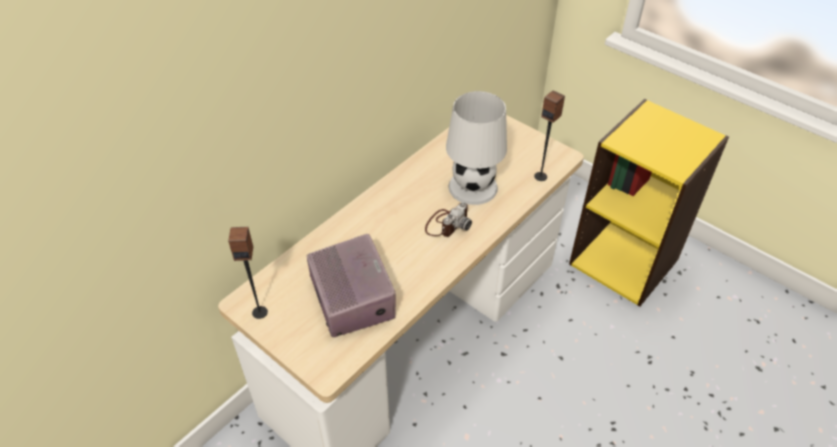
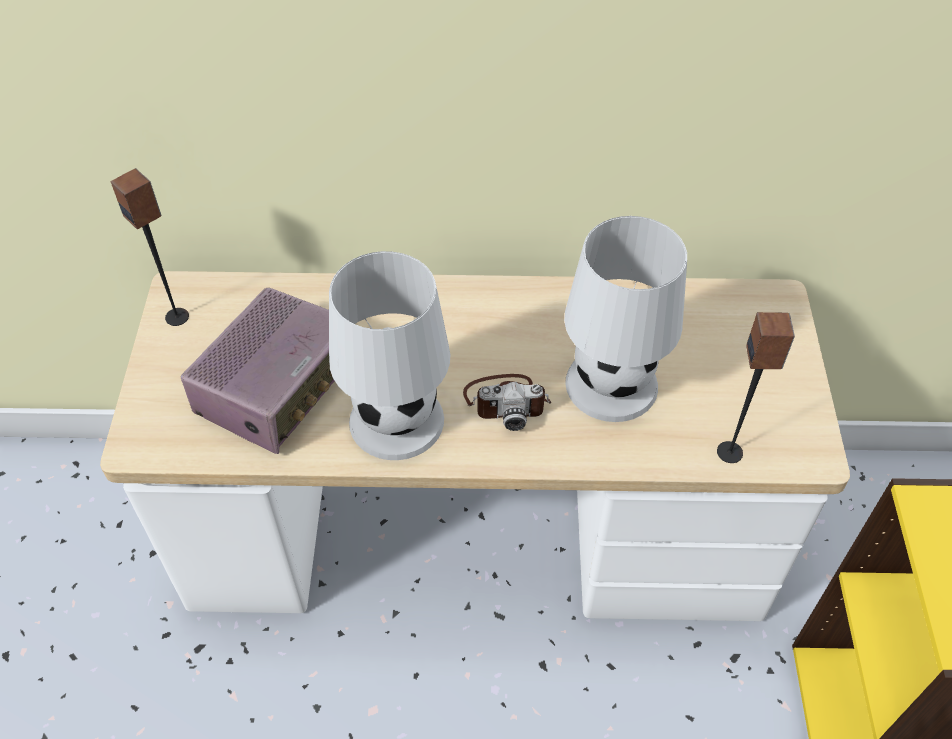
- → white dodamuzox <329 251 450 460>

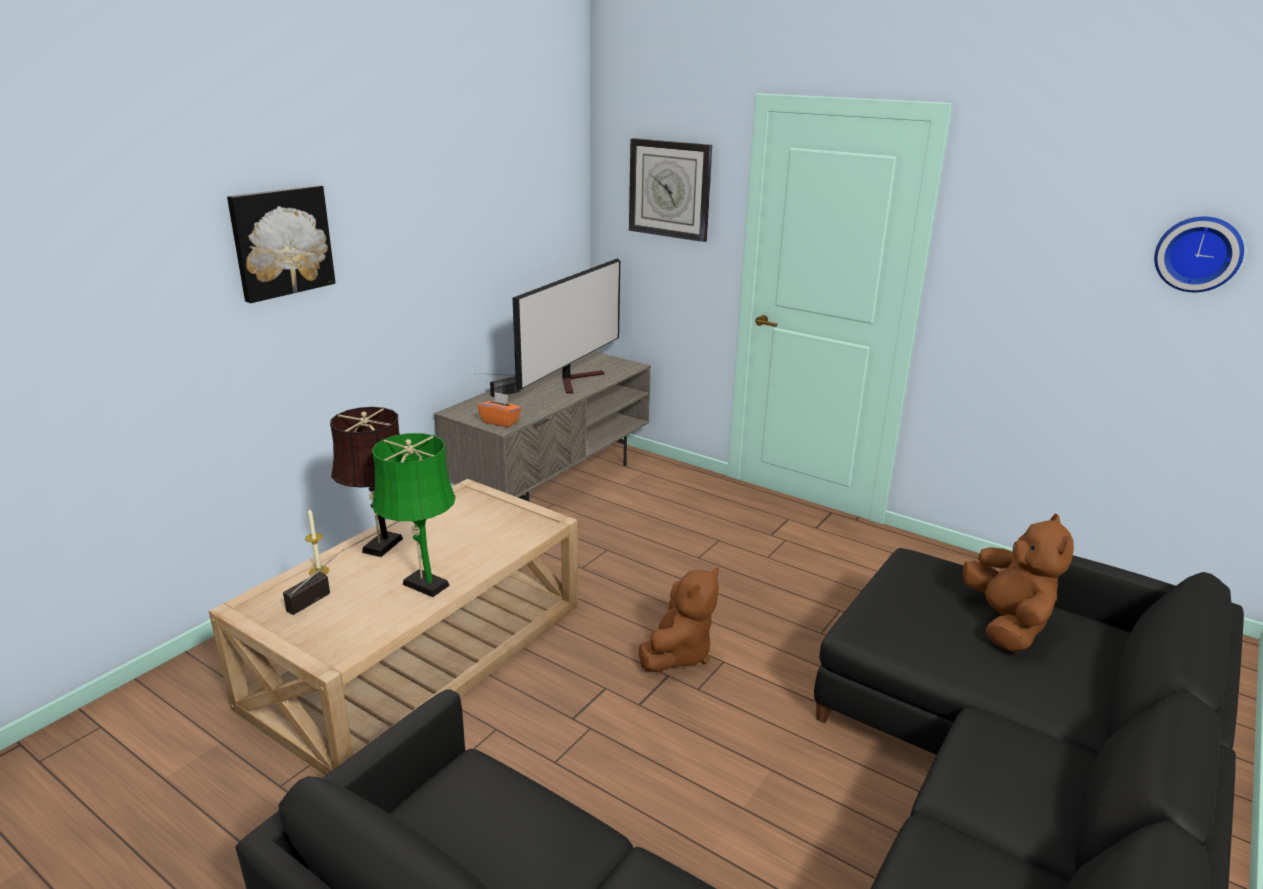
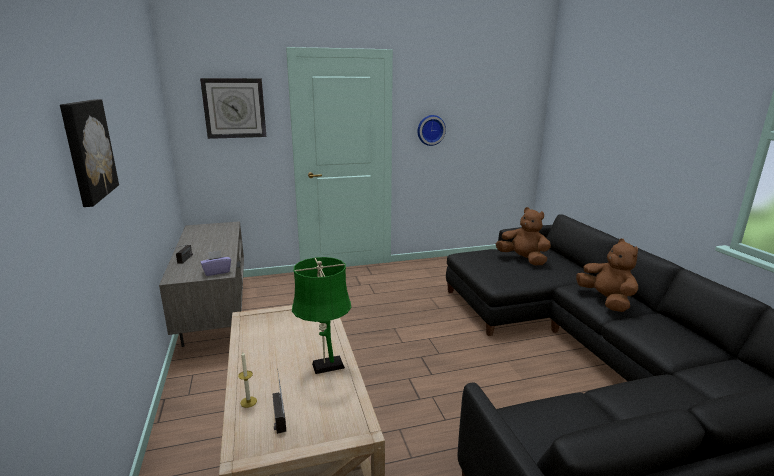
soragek <1154 216 1244 292> → soragek <418 115 446 146>, shifted
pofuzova <513 258 620 394> → -
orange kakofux <477 392 522 427> → purple kakofux <201 250 231 276>
brown dodamuzox <330 407 403 557> → -
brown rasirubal <639 567 719 672> → brown rasirubal <576 239 638 312>, shifted

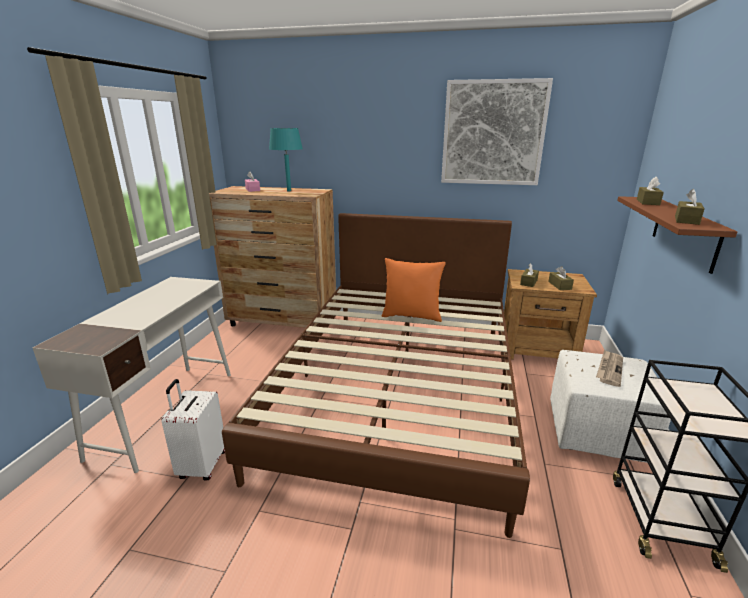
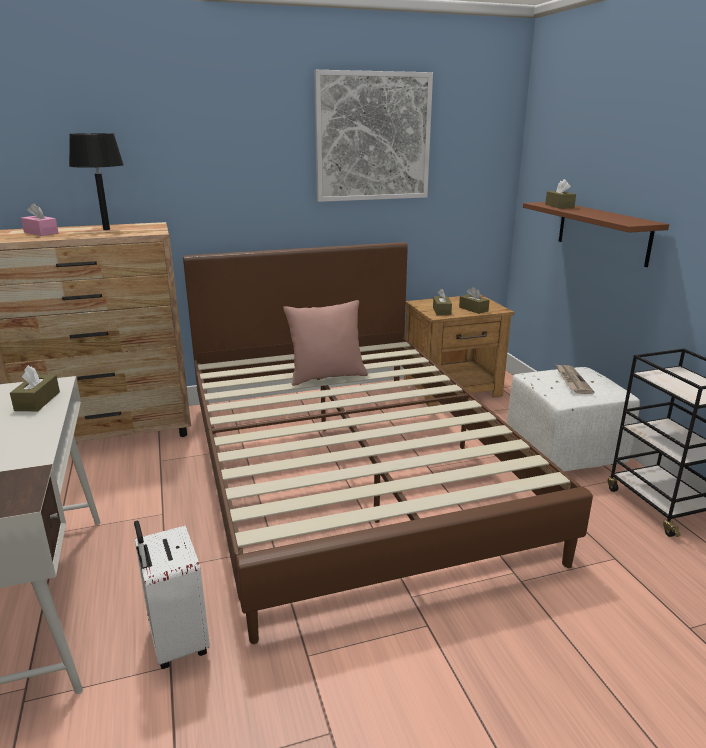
turquoise dodamuzox <269 128 303 191> → black dodamuzox <69 133 124 230>
brown kakofux <675 189 705 225> → brown kakofux <10 365 60 411>, shifted
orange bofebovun <382 258 446 322> → pink bofebovun <283 300 368 386>

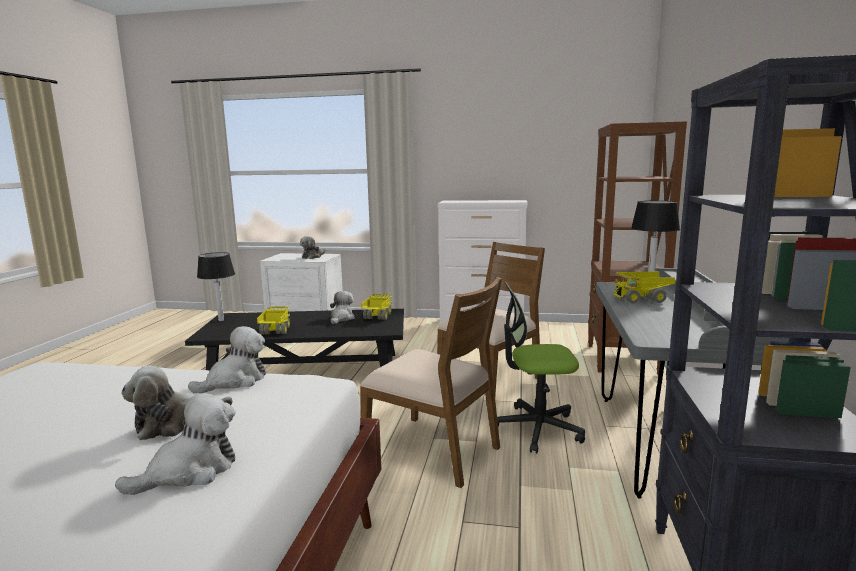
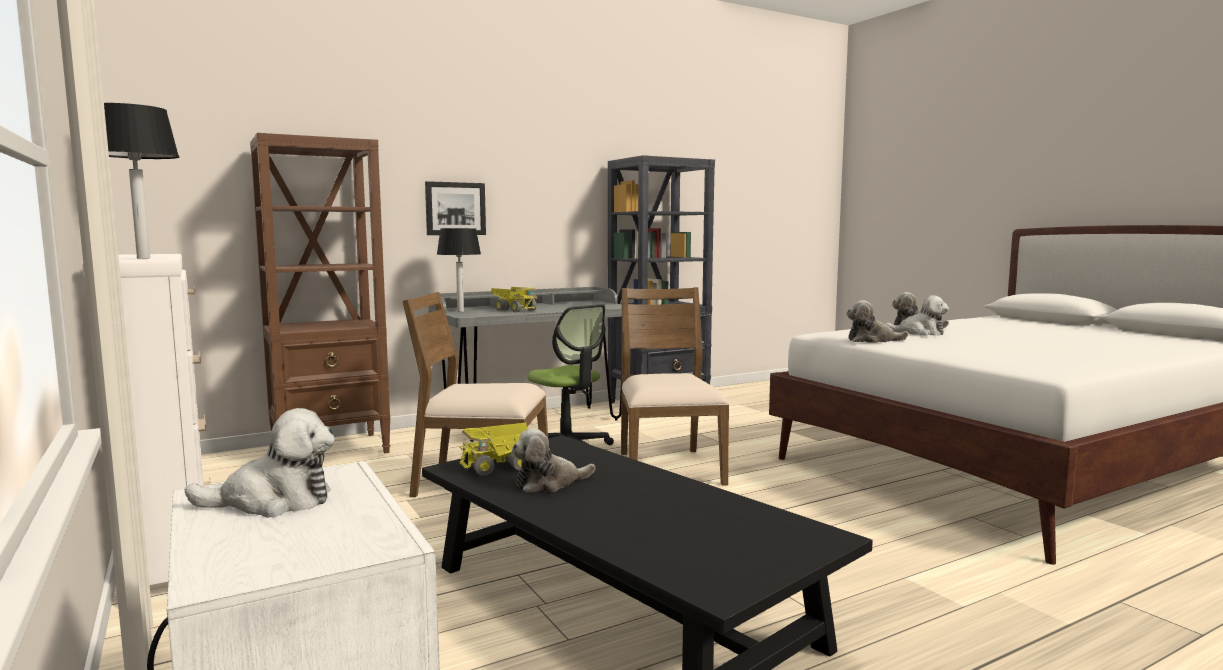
dodamuzox <197 252 235 321> → dodamuzox <104 103 179 259>, shifted
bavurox <257 306 290 334> → -
- → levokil <425 181 486 235>

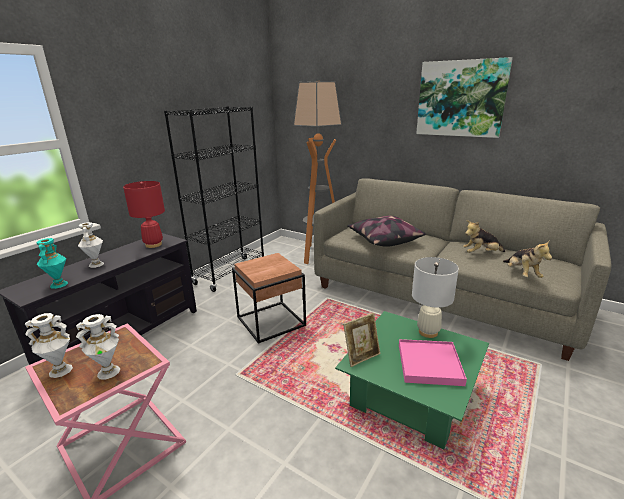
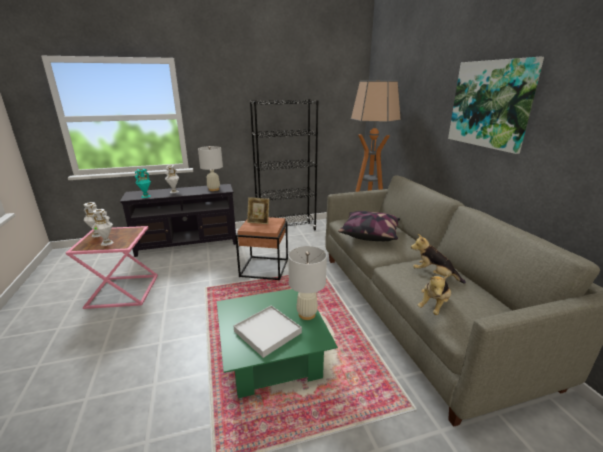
red dodamuzox <123 181 165 248> → white dodamuzox <198 146 223 191>
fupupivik <343 313 380 367> → fupupivik <247 197 269 224>, shifted
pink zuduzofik <399 339 467 386> → white zuduzofik <233 305 302 358>

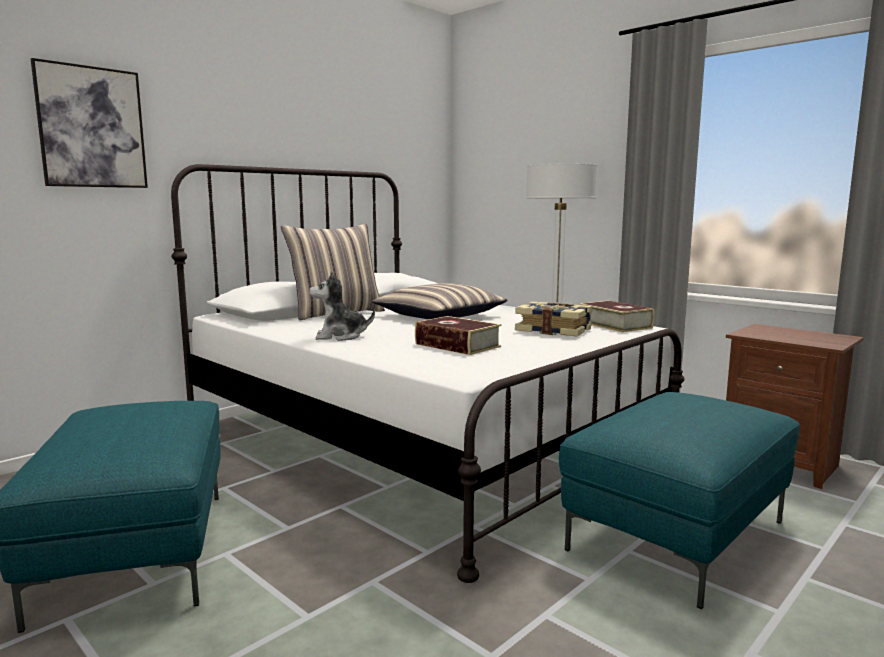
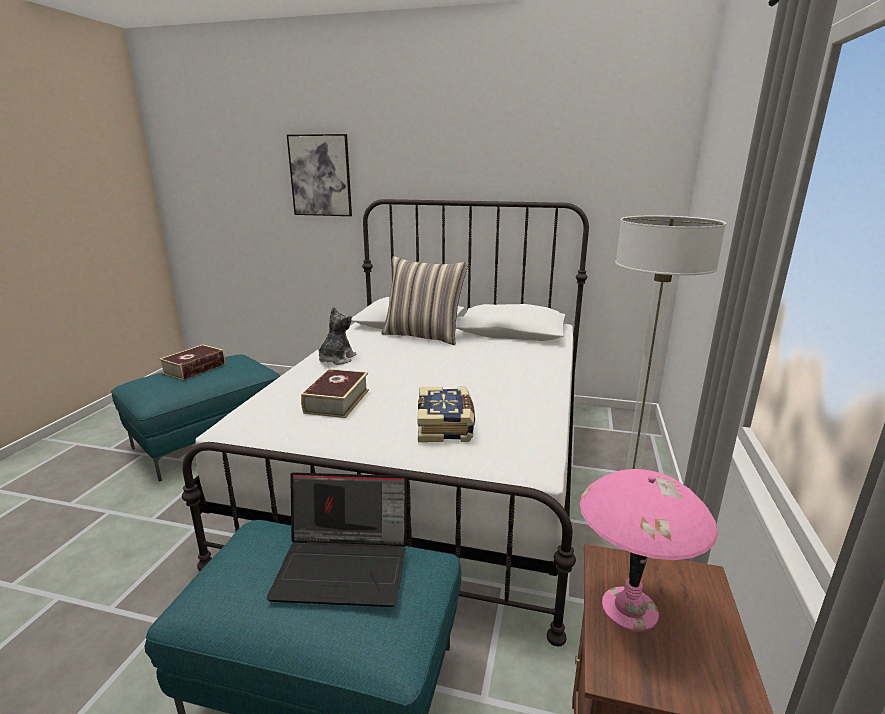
rasirubal <309 271 375 341> → rasirubal <318 307 357 365>, 60 degrees clockwise
bofebovun <372 283 508 319> → -
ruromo <579 301 654 332> → ruromo <159 345 226 380>, shifted
- → pink dodamuzox <580 469 718 632>
- → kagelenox <266 473 407 607>

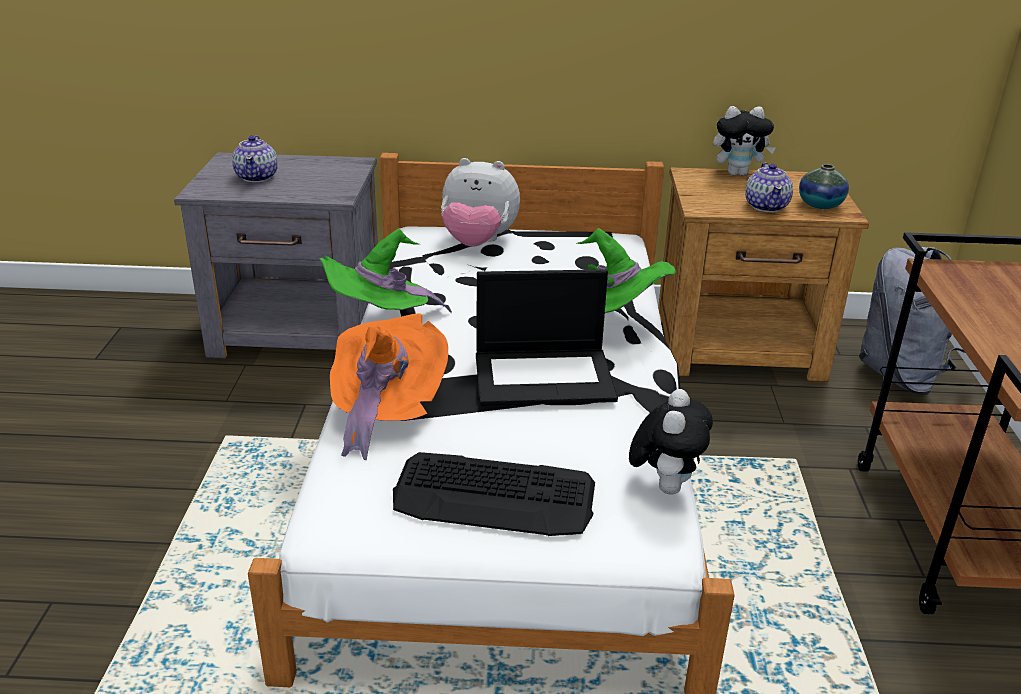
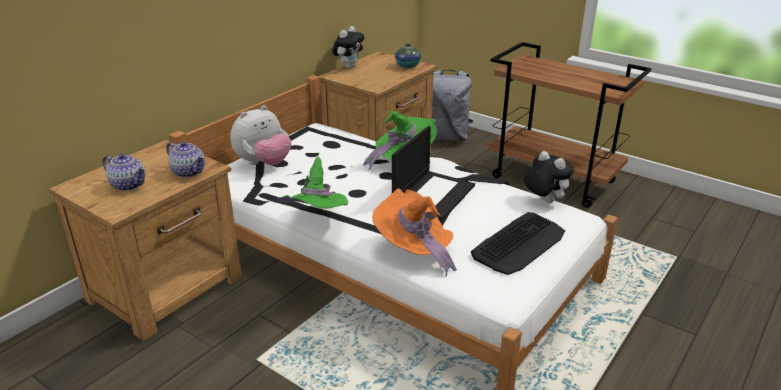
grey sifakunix <174 152 378 358> → brown sifakunix <49 140 242 341>
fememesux <745 163 793 212> → fememesux <166 141 205 178>, shifted

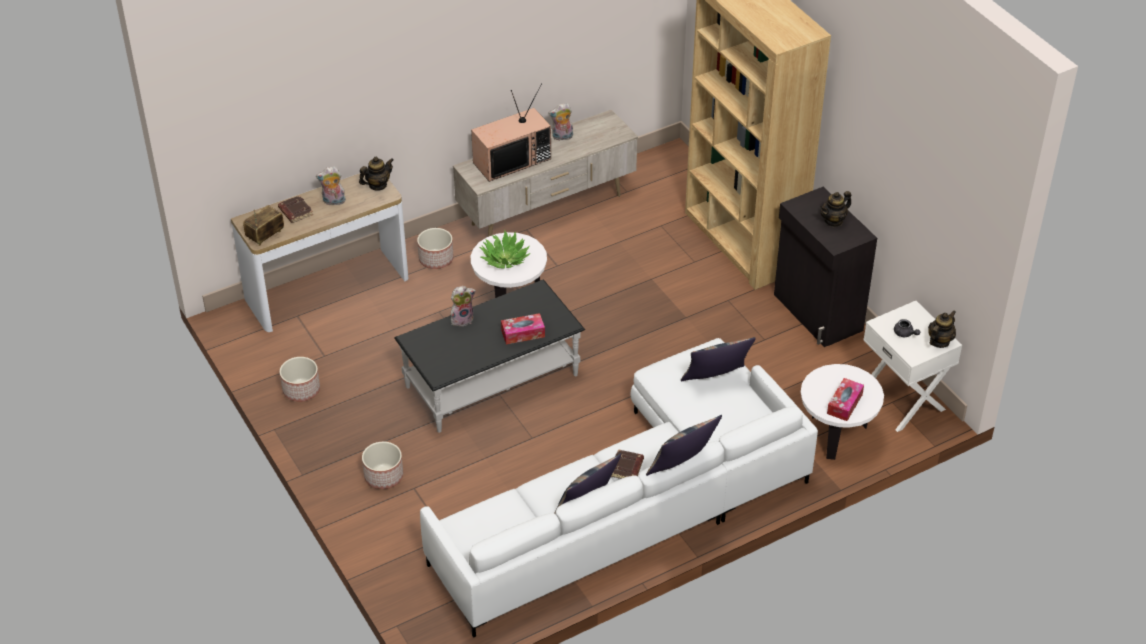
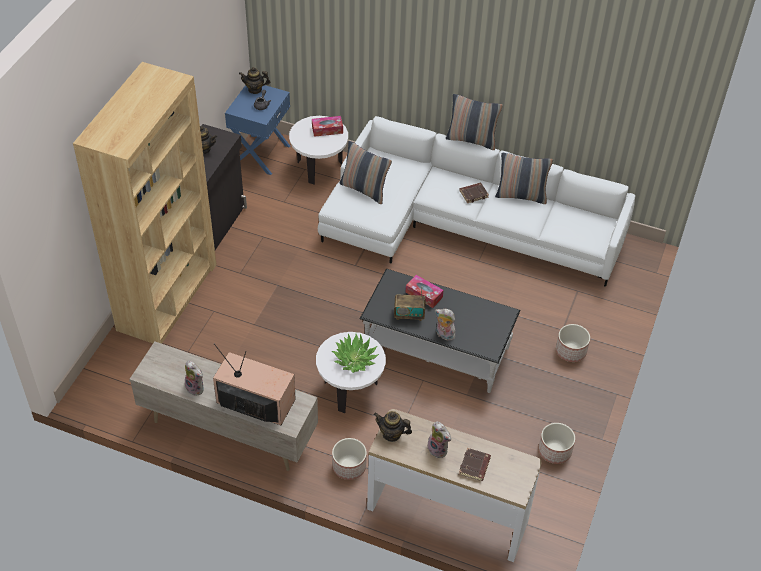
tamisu <243 205 284 246> → tamisu <394 289 426 321>, shifted
white sifakunix <863 301 962 432> → blue sifakunix <225 85 290 175>

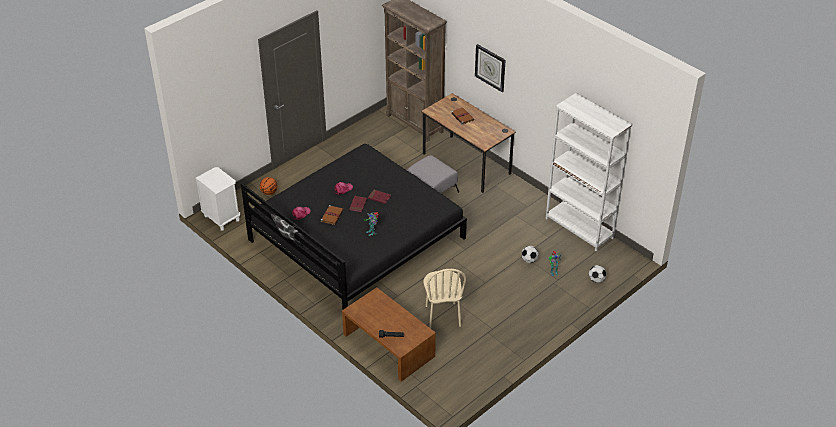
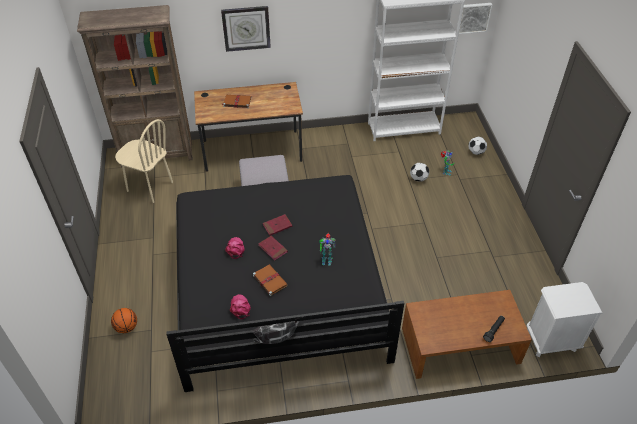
white sifakunix <195 167 240 230> → white sifakunix <526 282 603 357>, shifted
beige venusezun <424 269 466 329> → beige venusezun <115 119 173 203>, shifted
- → levokil <459 3 493 34>

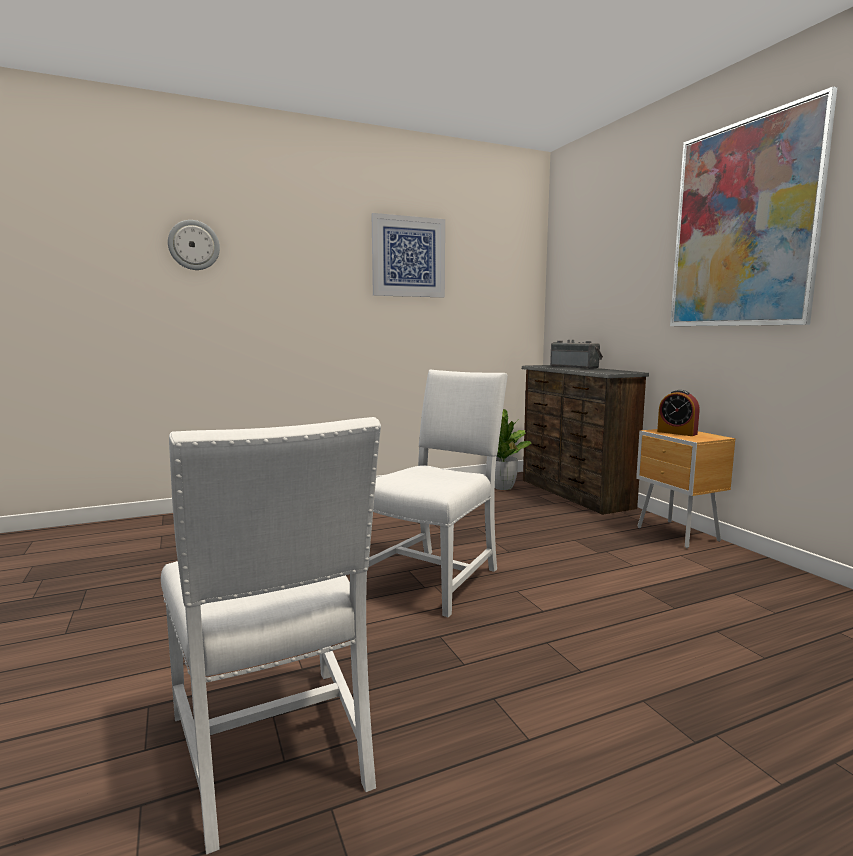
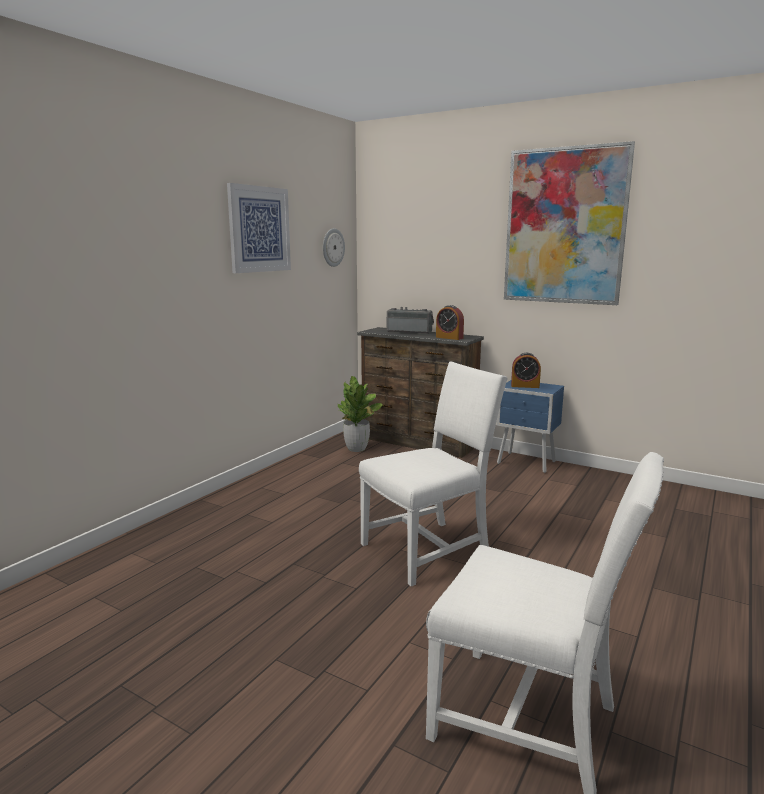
soragek <168 220 220 270> → soragek <323 228 345 267>, shifted
white venusezun <369 370 508 617> → white venusezun <359 361 508 586>, 60 degrees clockwise
brown sifakunix <636 429 736 549> → blue sifakunix <496 380 564 473>
- → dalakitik <436 305 464 340>

